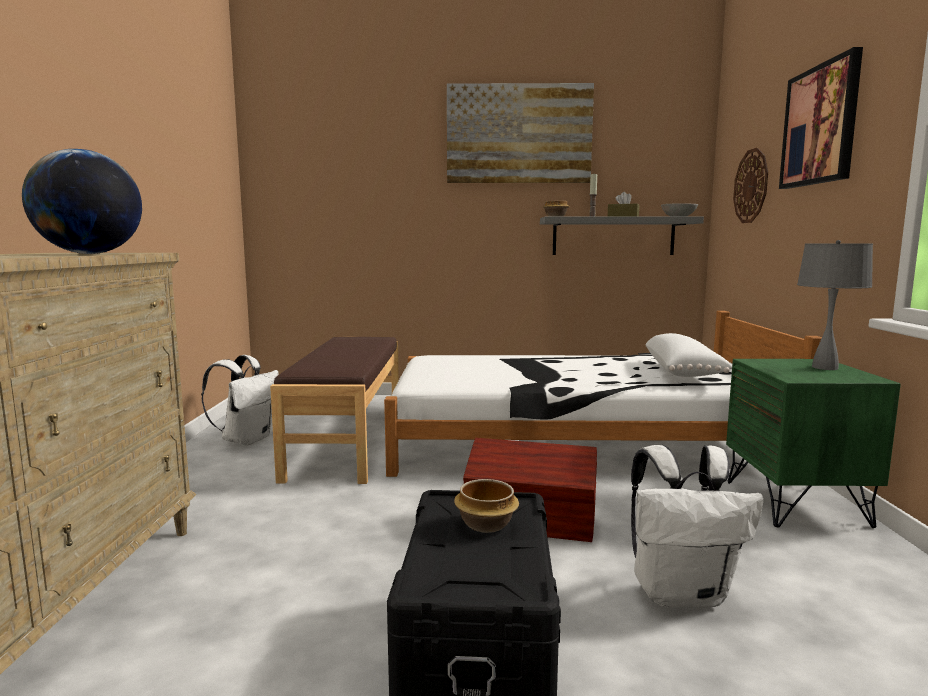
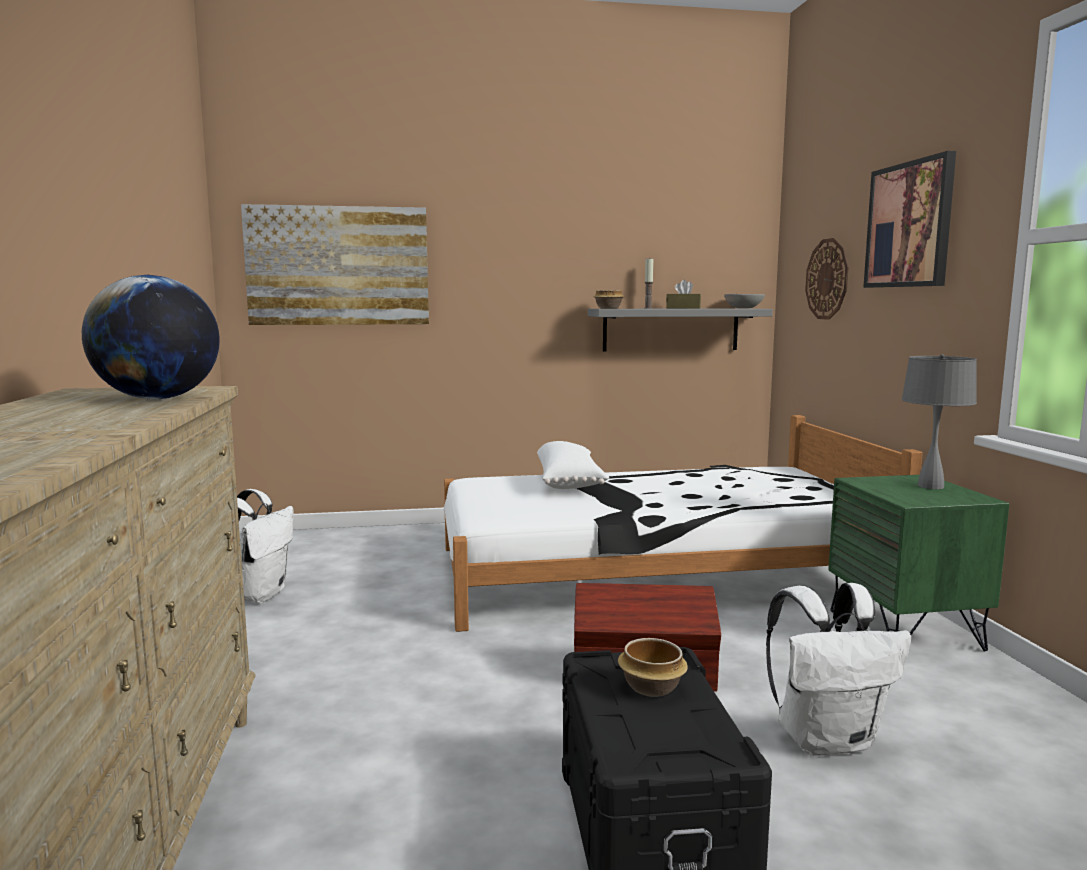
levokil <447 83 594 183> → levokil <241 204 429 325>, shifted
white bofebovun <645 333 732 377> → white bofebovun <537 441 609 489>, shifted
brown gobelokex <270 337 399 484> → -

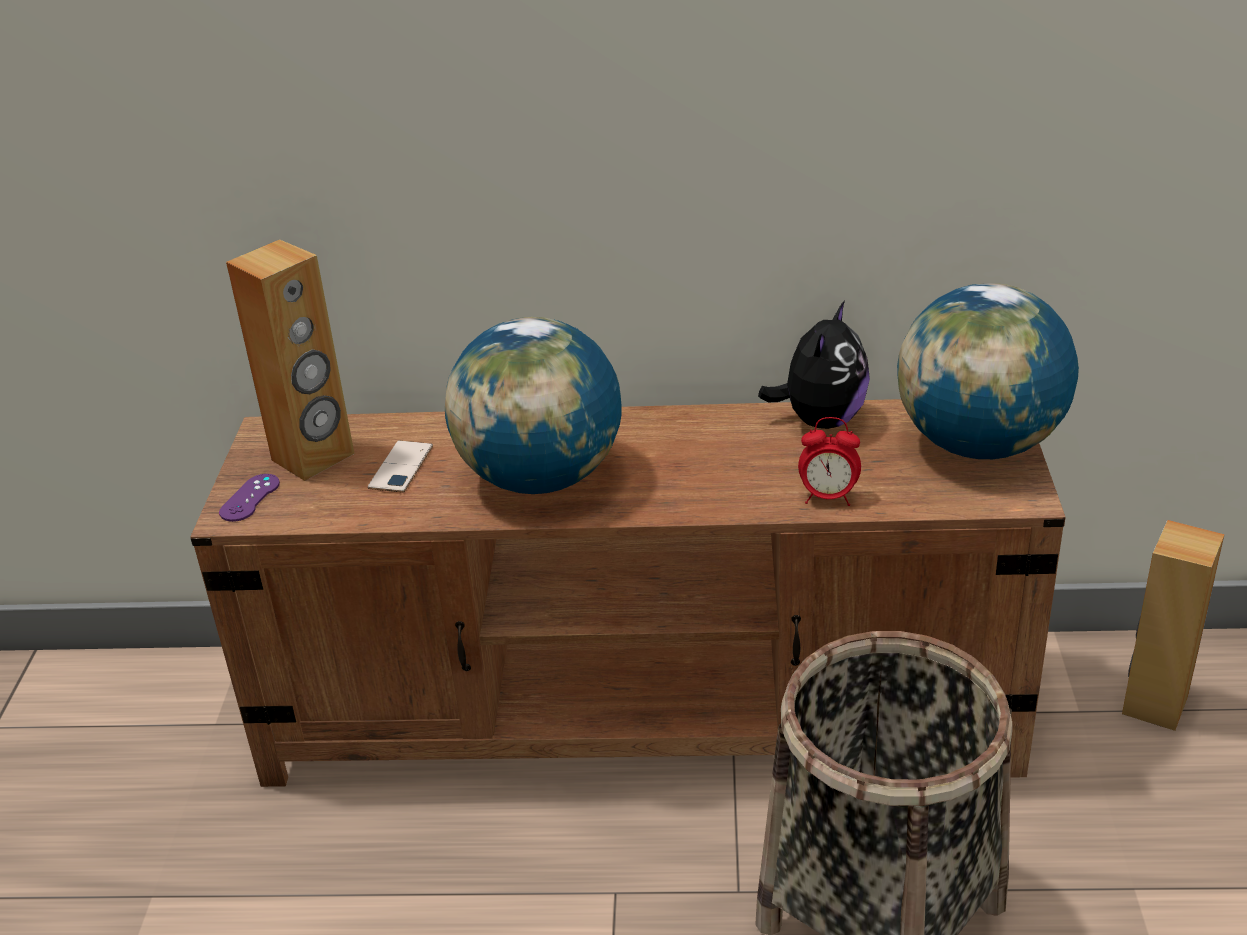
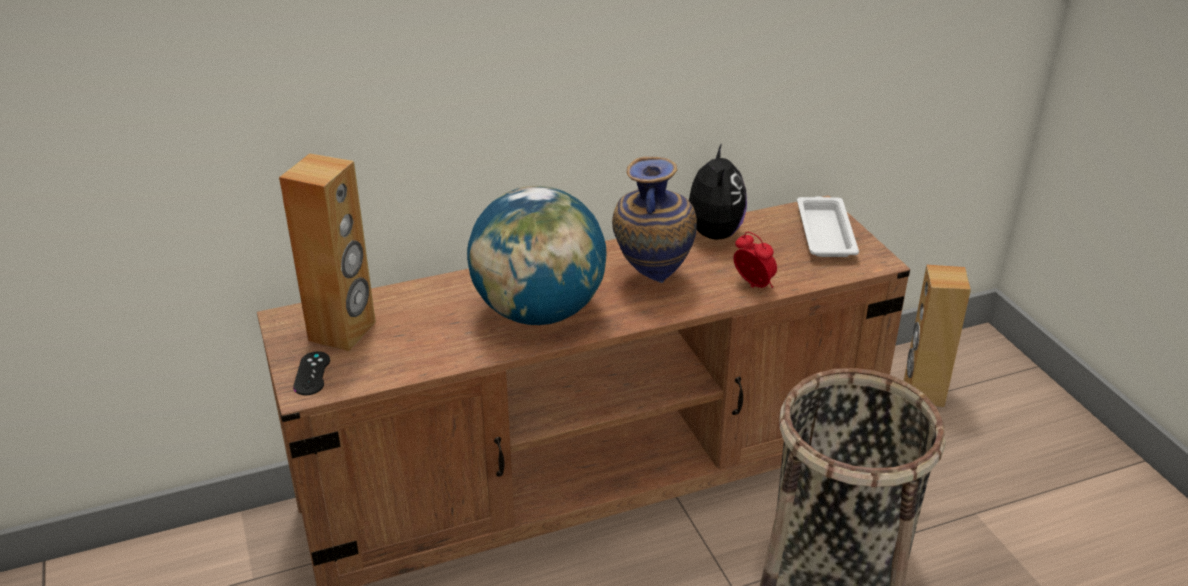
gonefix <897 283 1079 459> → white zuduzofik <797 196 859 257>
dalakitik <798 417 861 506> → dalakitik <733 232 777 288>, 120 degrees counterclockwise
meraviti <368 440 433 493> → -
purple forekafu <219 474 280 522> → black forekafu <293 351 330 395>
- → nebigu <612 157 697 283>

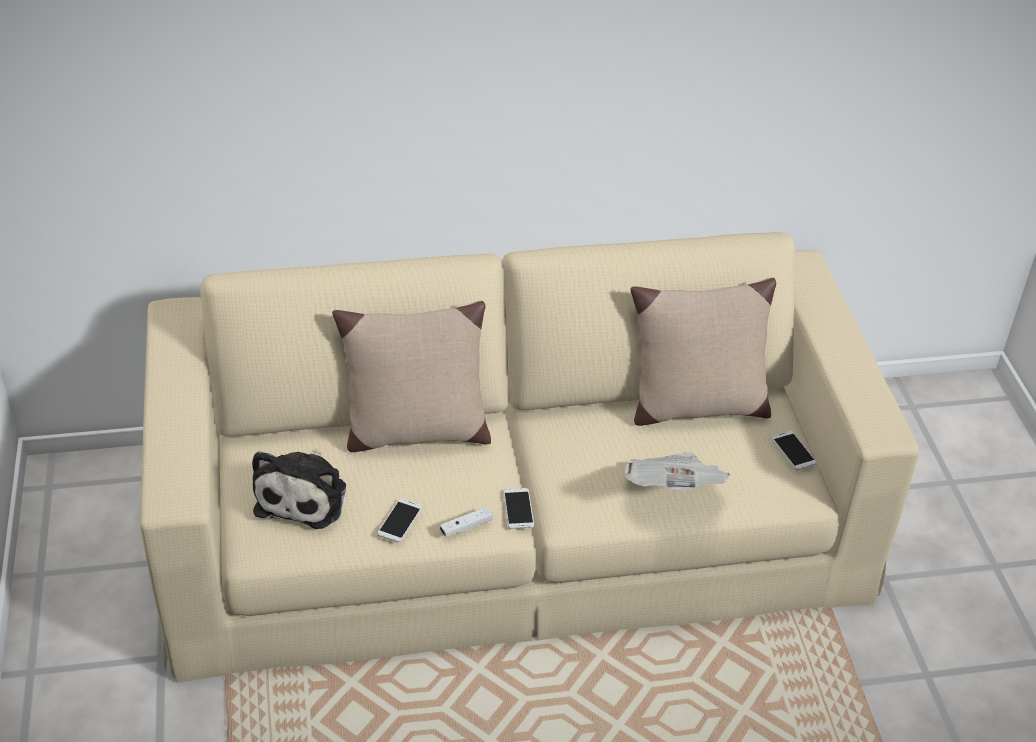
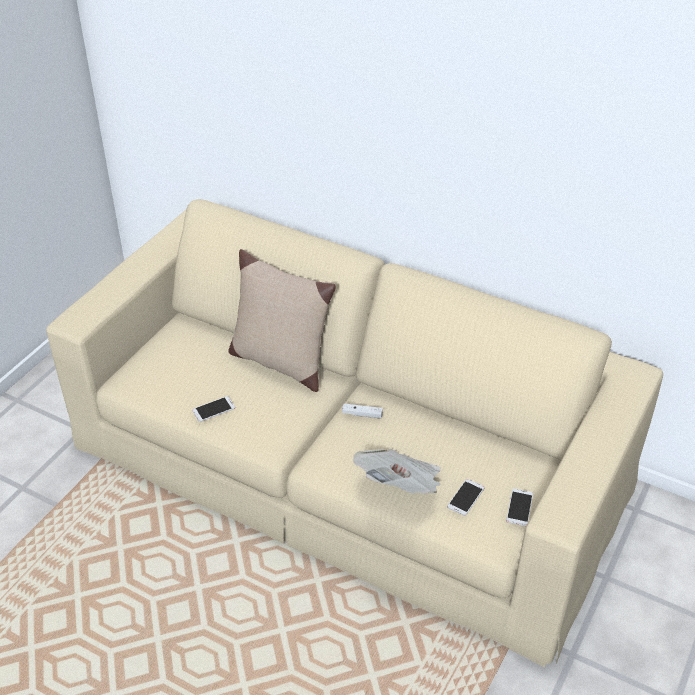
beige bofebovun <631 278 776 426> → -
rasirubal <252 449 346 529> → -
meraviti <504 488 534 529> → meraviti <447 479 485 516>, shifted
white forekafu <440 507 493 537> → white forekafu <342 404 383 419>, shifted

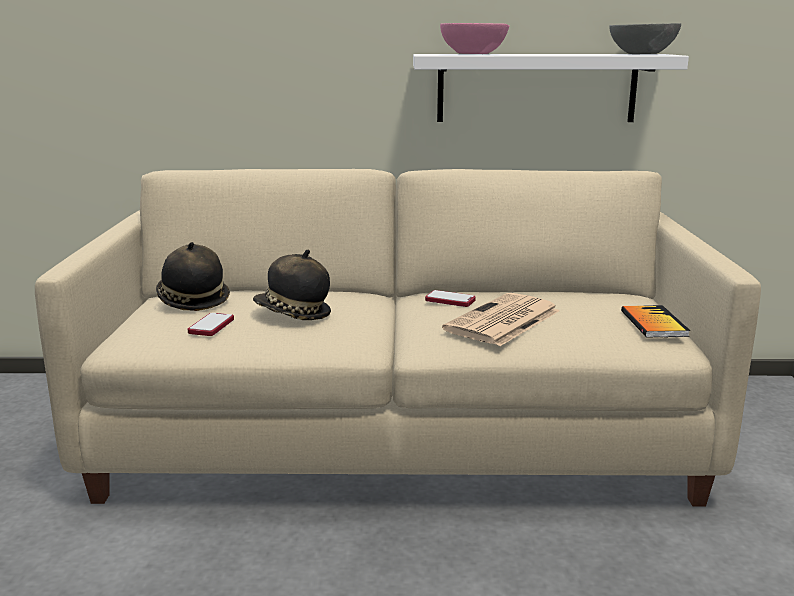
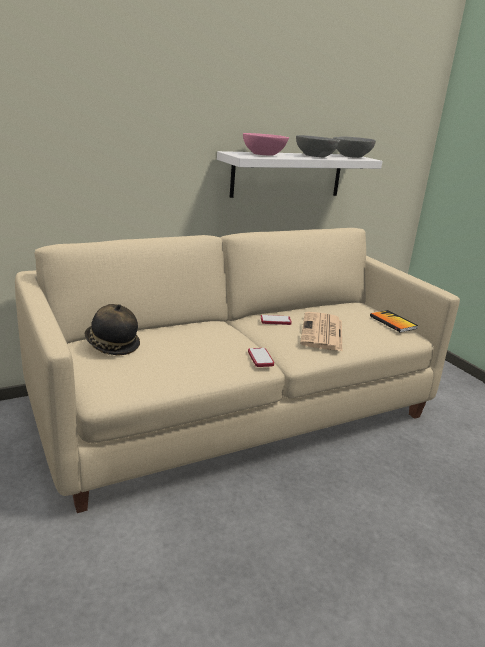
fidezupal <253 249 331 320> → -
meraviti <188 313 234 336> → meraviti <248 348 274 367>, shifted
- → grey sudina <296 135 340 157>

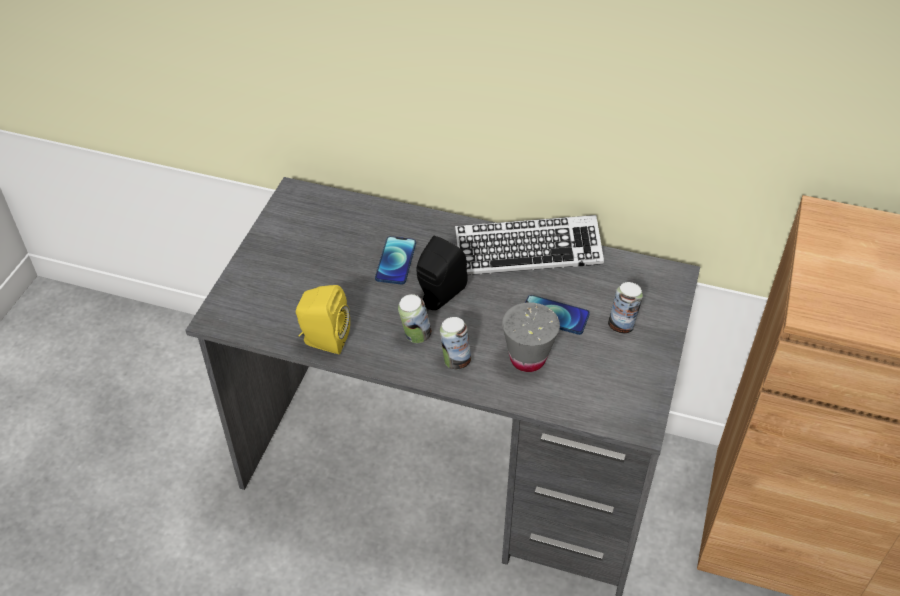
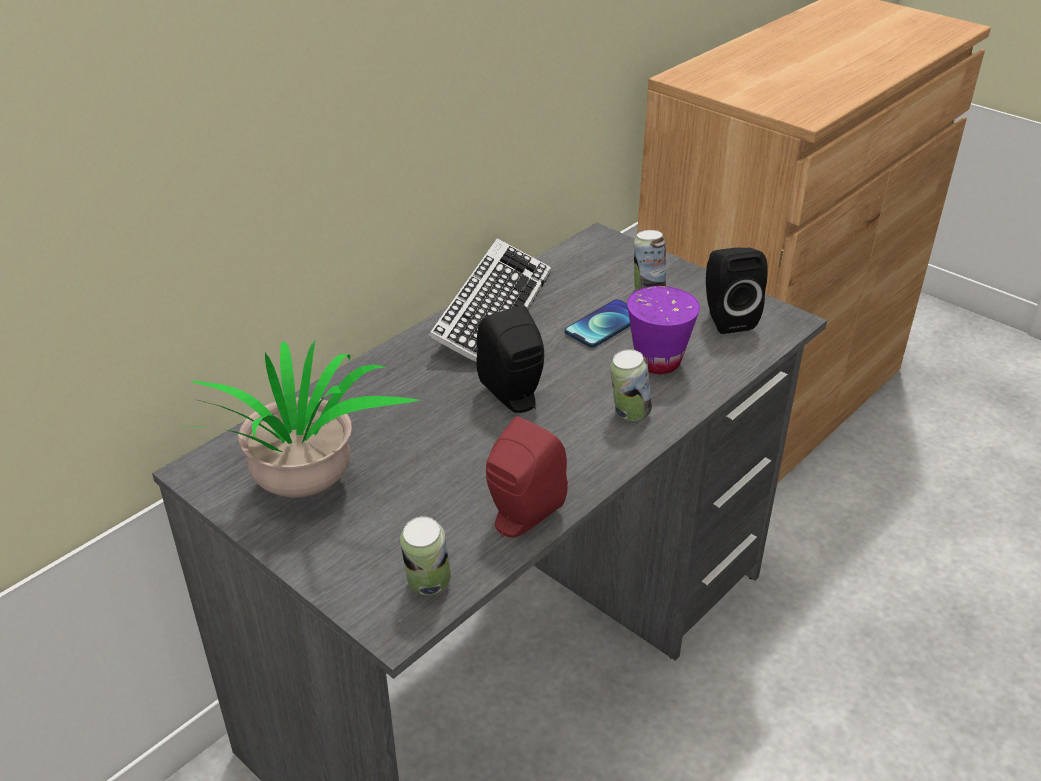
meraviti <375 236 416 285> → -
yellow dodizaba <296 285 350 354> → red dodizaba <486 416 568 538>
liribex <398 294 432 343> → liribex <400 516 451 595>, shifted
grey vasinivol <502 302 560 372> → purple vasinivol <627 286 700 374>
- → black dodizaba <706 248 768 334>
- → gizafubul <180 341 419 498>

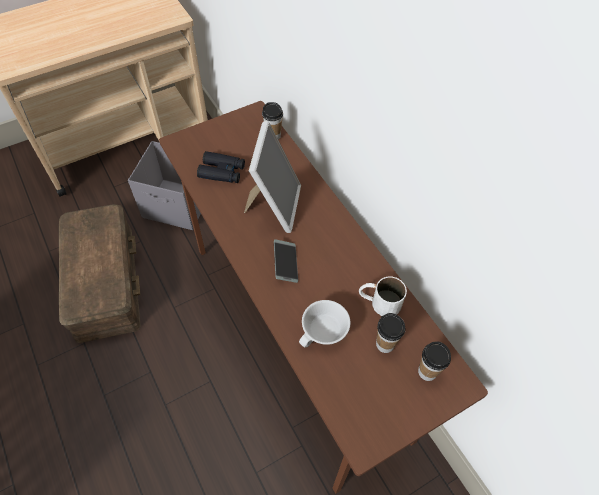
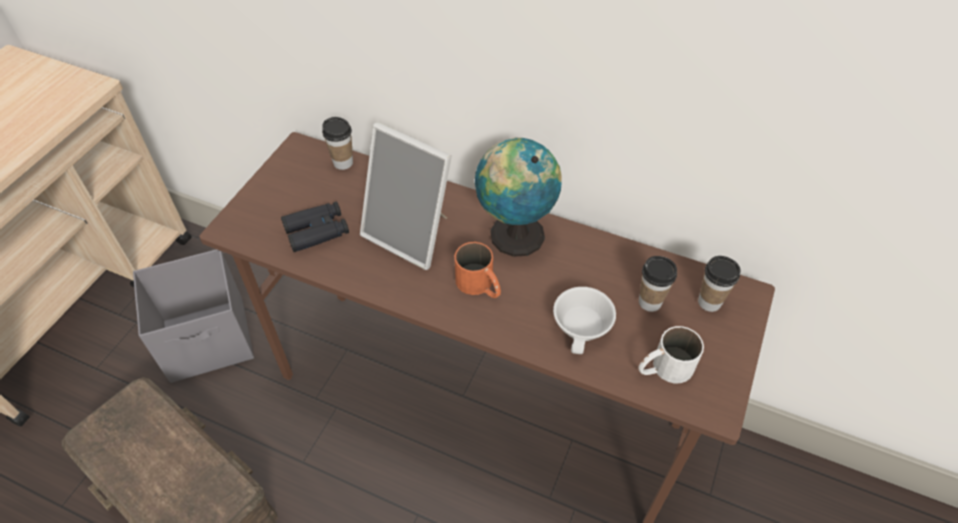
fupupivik <244 121 301 233> → fupupivik <360 122 452 270>, 150 degrees clockwise
meraviti <274 239 298 283> → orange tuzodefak <455 242 501 298>
white tuzodefak <359 277 407 316> → white tuzodefak <638 326 704 383>, shifted
- → gonefix <475 138 562 257>

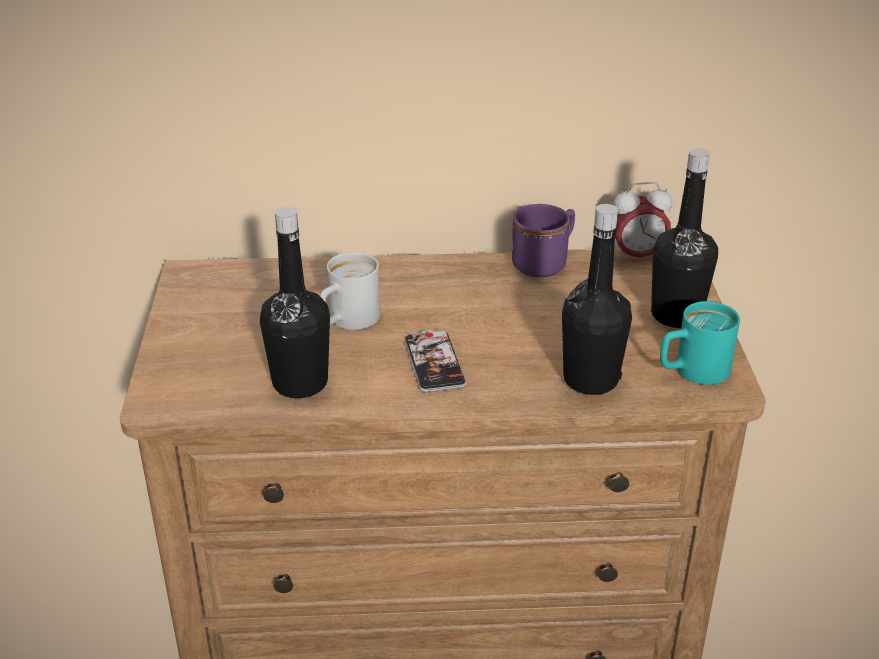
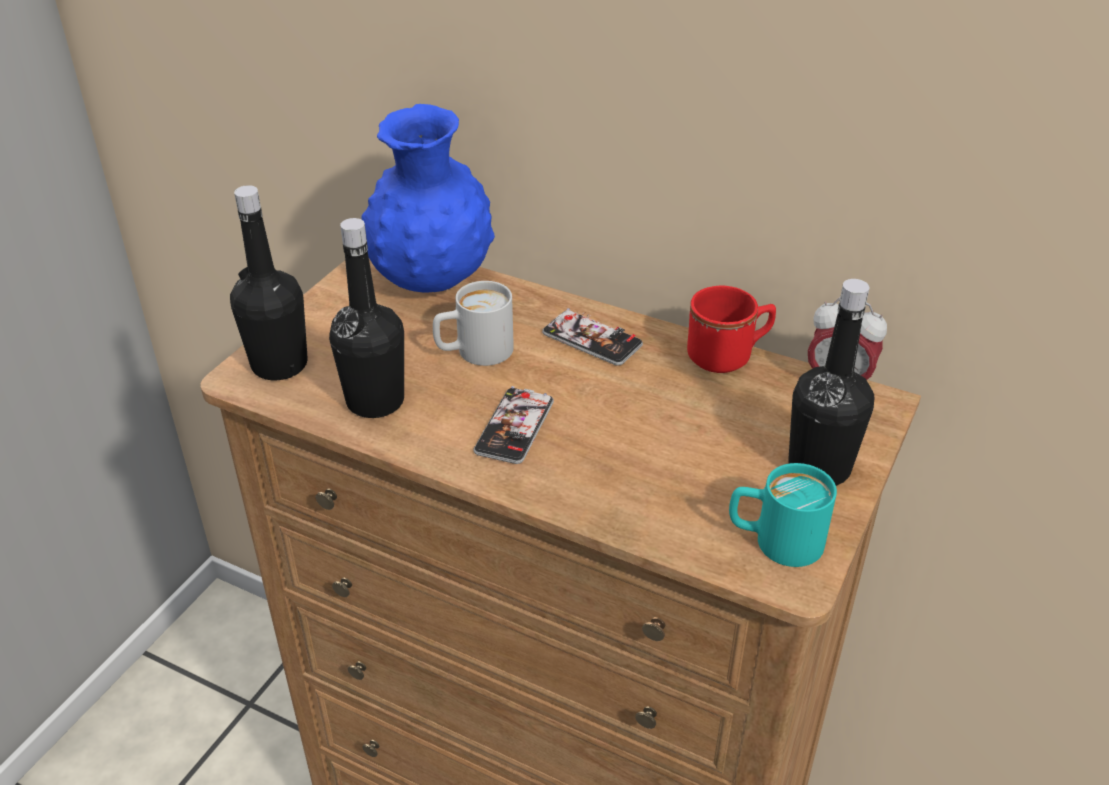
purple tuzodefak <512 204 575 277> → red tuzodefak <687 286 776 373>
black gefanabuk <562 204 632 395> → black gefanabuk <230 185 308 380>, shifted
- → blue nebigu <362 104 495 293>
- → meraviti <542 308 643 366>

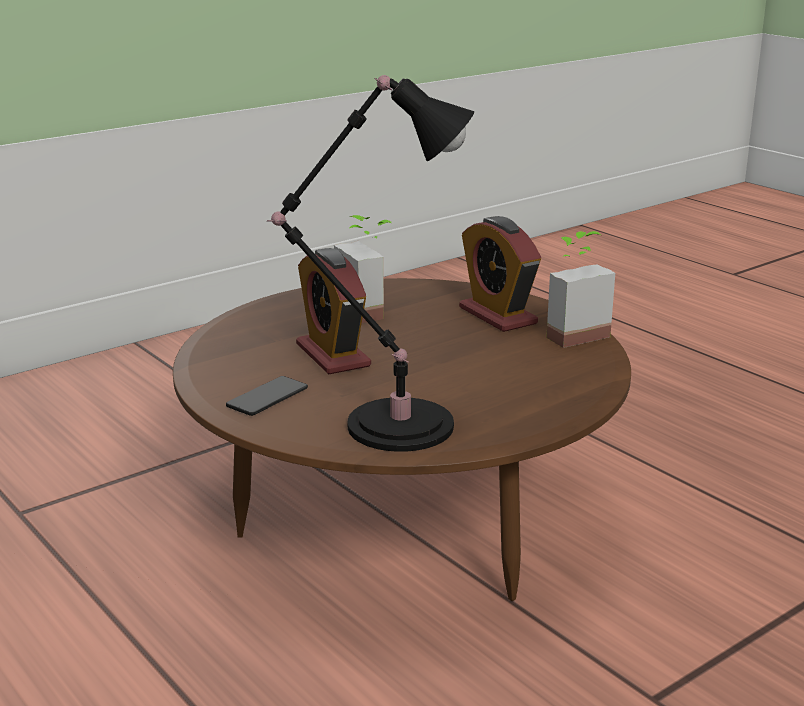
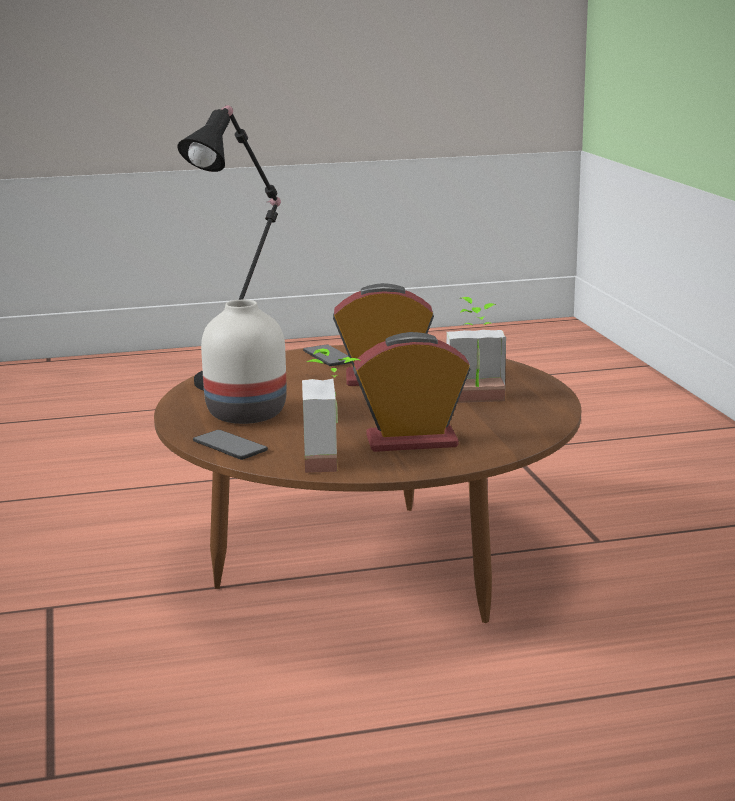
- → white nebigu <201 300 287 424>
- → meraviti <193 430 268 460>

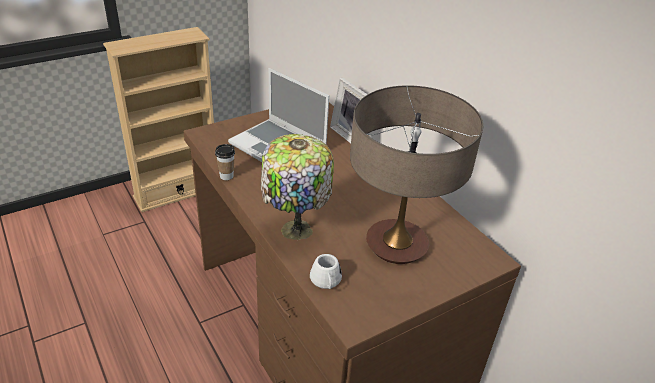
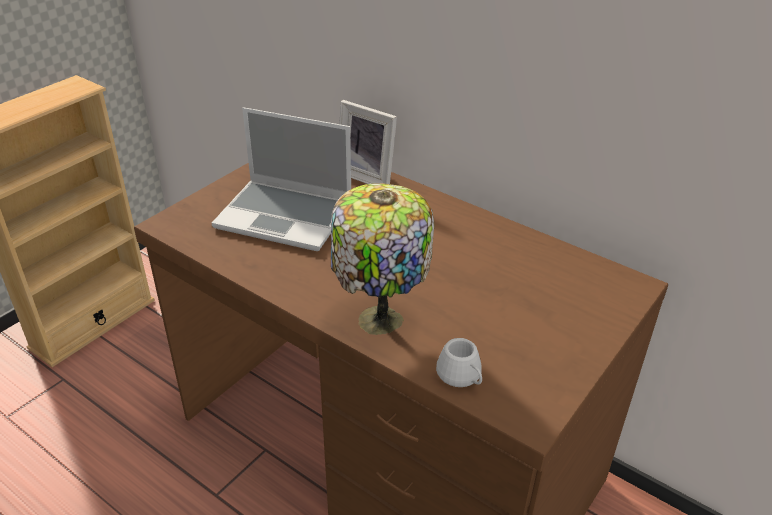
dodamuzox <350 85 483 264> → -
vasinivol <215 144 235 180> → -

